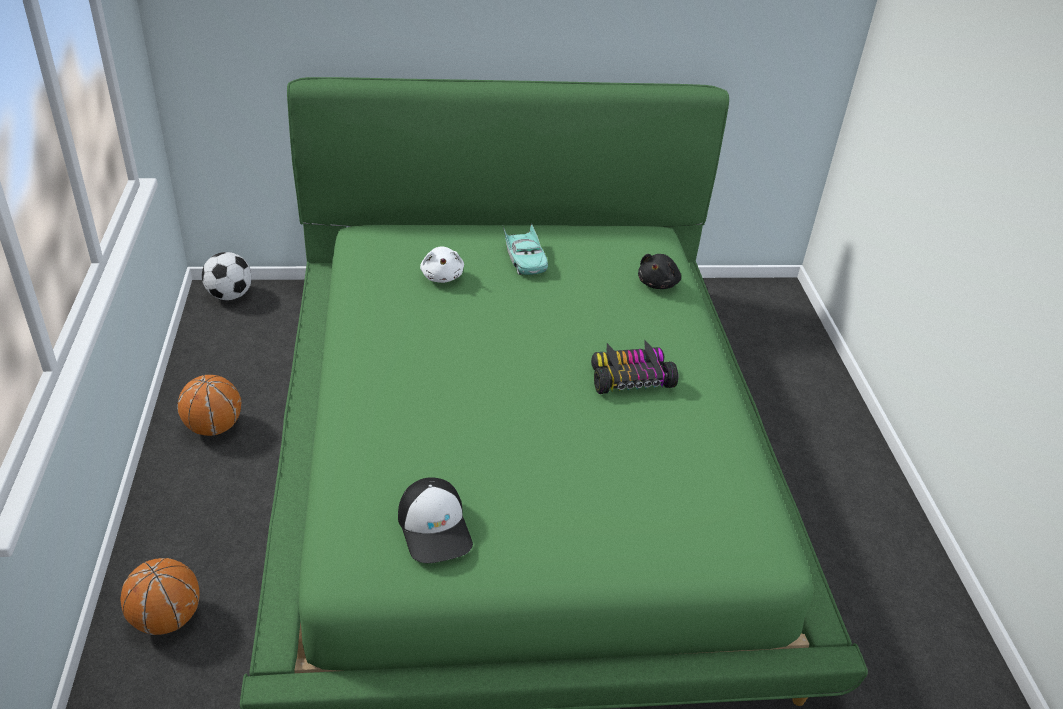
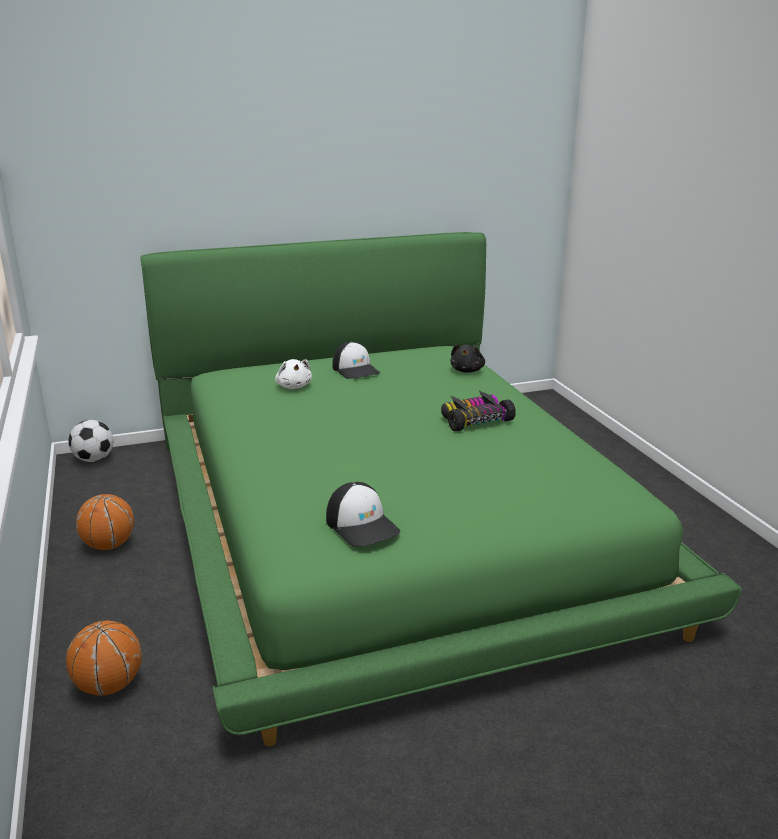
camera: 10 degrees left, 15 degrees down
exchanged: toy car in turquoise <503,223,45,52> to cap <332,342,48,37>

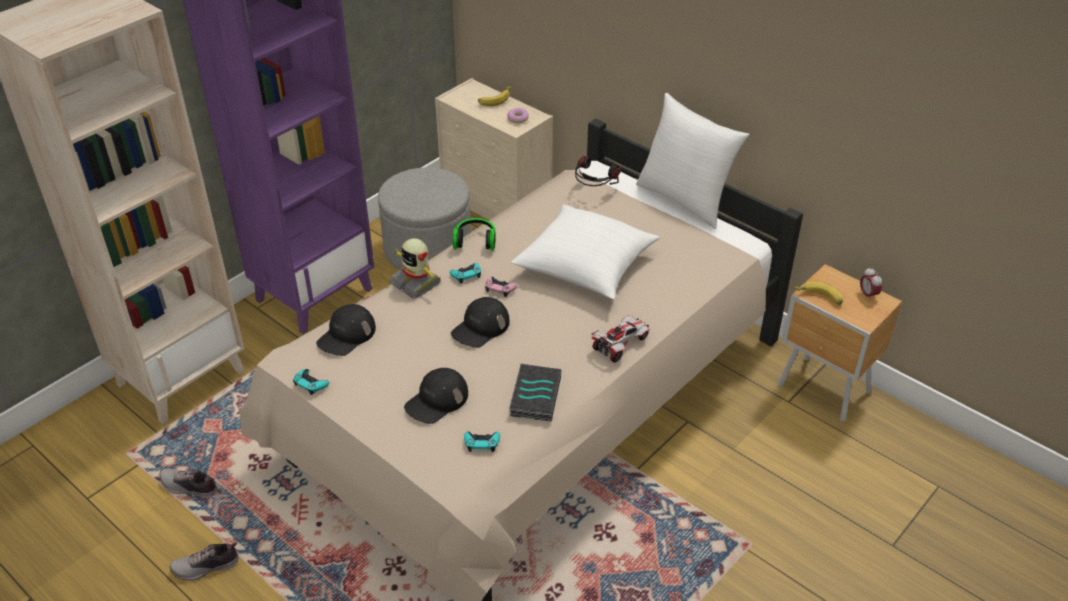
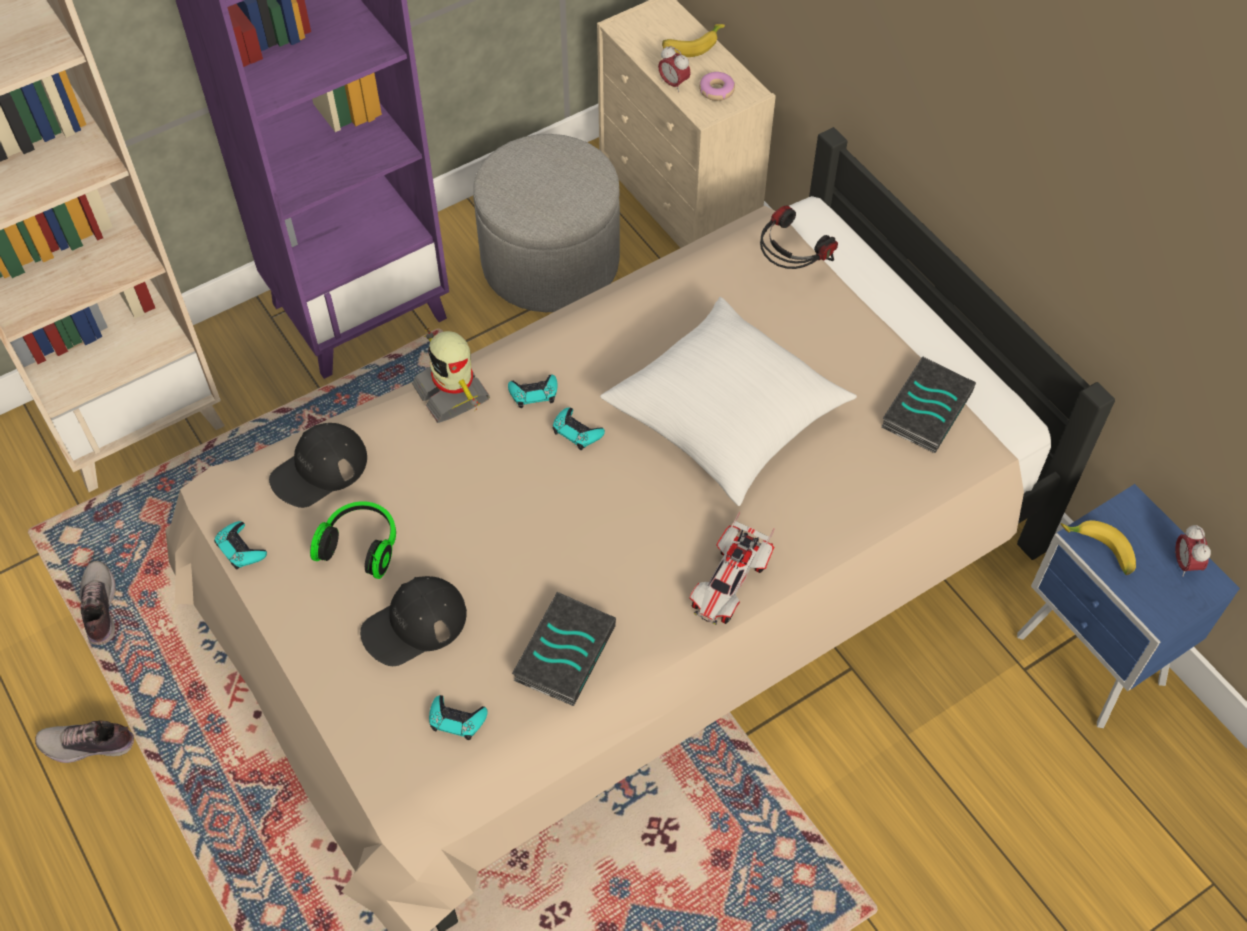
camera: 15 degrees right, 15 degrees up
missing: cap in black <451,297,58,51>; pillow in white <636,93,113,136>
appeared: alarm clock <658,46,33,46>; book <881,356,95,97>
relocated: headphones <453,218,43,32> to <310,501,86,78>
colour: game controller in pink <485,277,32,20> to game controller in turquoise <552,408,53,42>; nightstand in brown <777,264,125,158> to nightstand in blue <1017,484,223,244>
spun: shoe <159,468,59,30> = <80,561,36,84> 45 degrees clockwise; toy car <591,315,59,48> = <689,512,86,113> 150 degrees clockwise

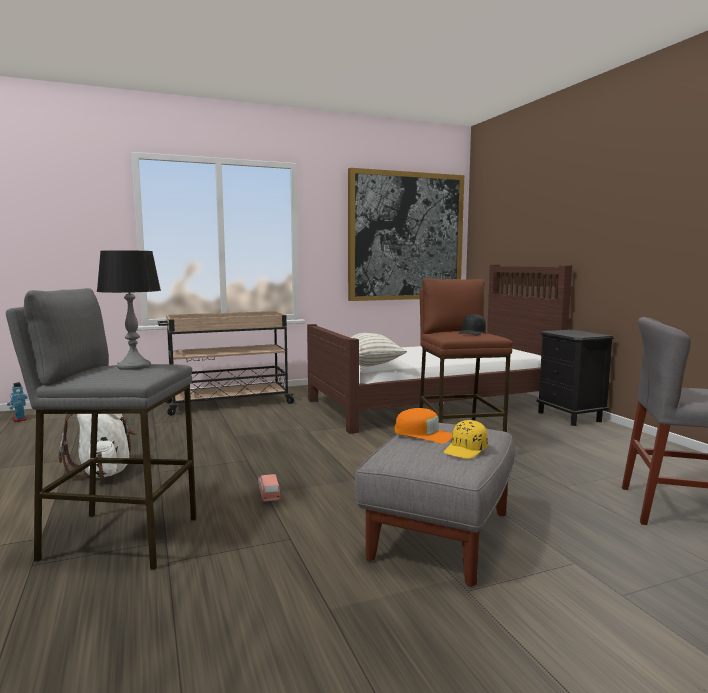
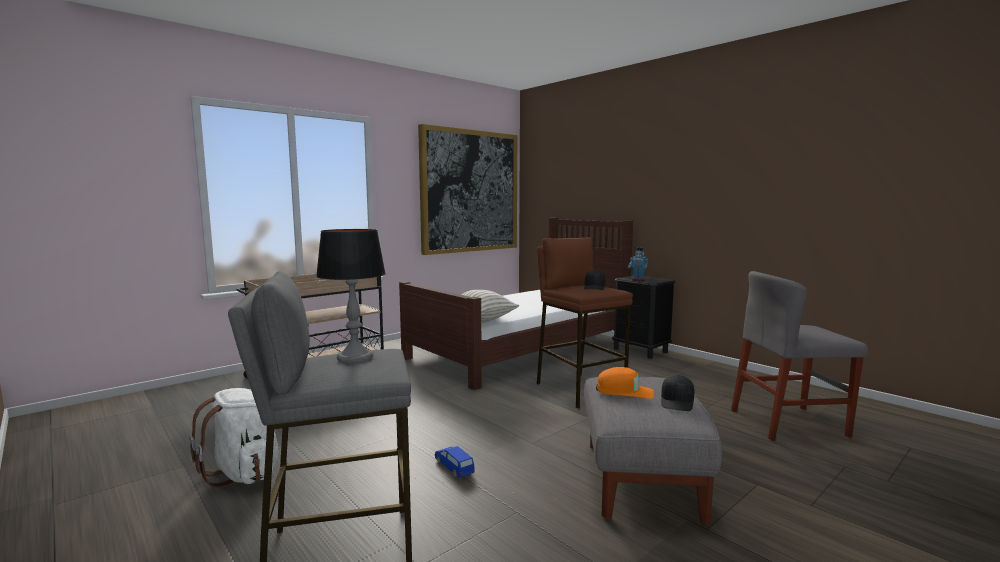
camera: 20 degrees left, 0 degrees up
relocated: toy robot <7,382,21,40> to <628,247,21,34>
colour: toy car in pink <258,474,23,28> to toy car in blue <435,446,40,32>; cap in yellow <444,420,44,39> to cap in black <661,375,34,36>

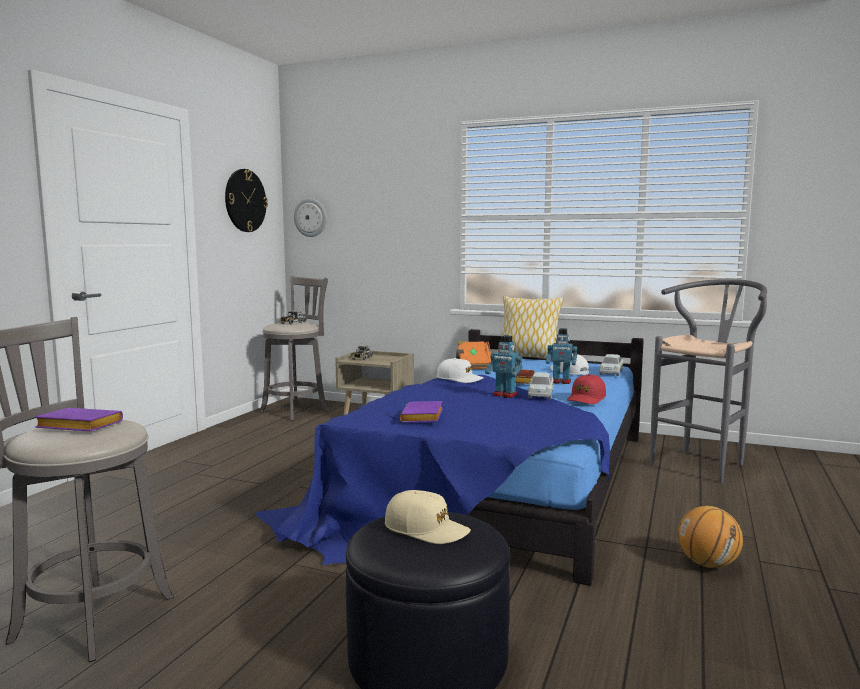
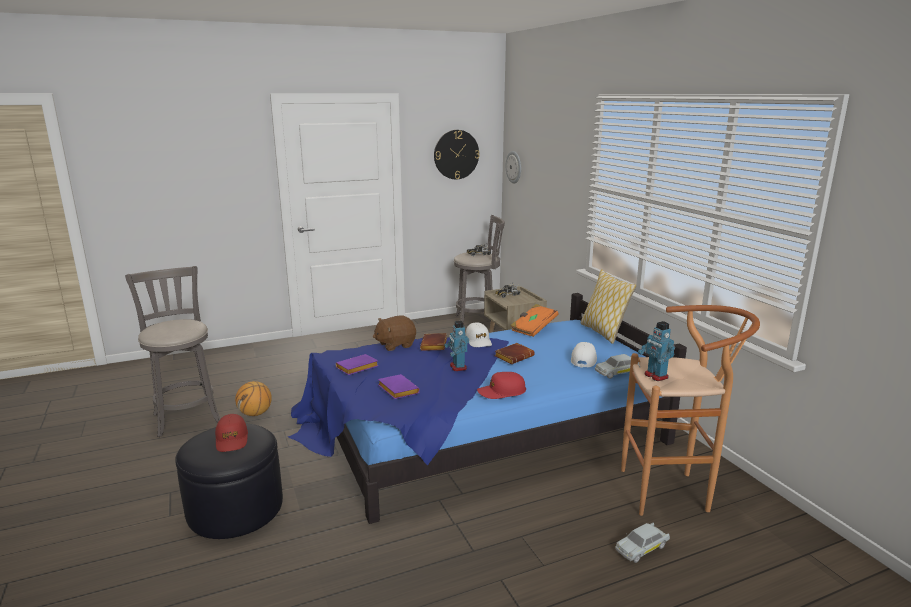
camera: 45 degrees right, 10 degrees up
appeared: plush toy in brown <373,316,43,35>; book in brown <420,333,27,18>
relocated: book in purple <35,408,88,23> to <378,374,42,25>; toy car in white <528,372,26,27> to <615,523,55,40>; toy robot <546,328,31,56> to <638,321,37,60>; basketball <678,506,65,62> to <235,381,37,35>
colour: cap in beige <385,490,86,54> to cap in red <215,414,33,38>; stool in grey <650,279,117,204> to stool in brown <621,305,139,211>

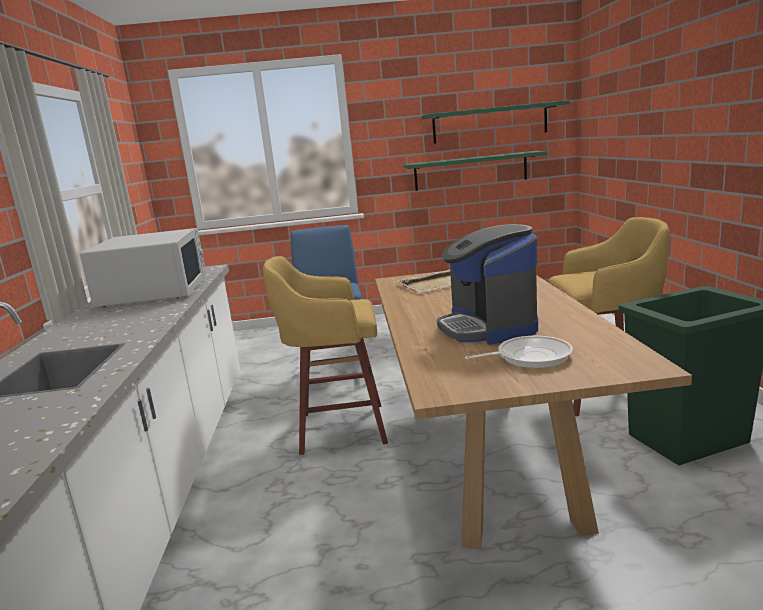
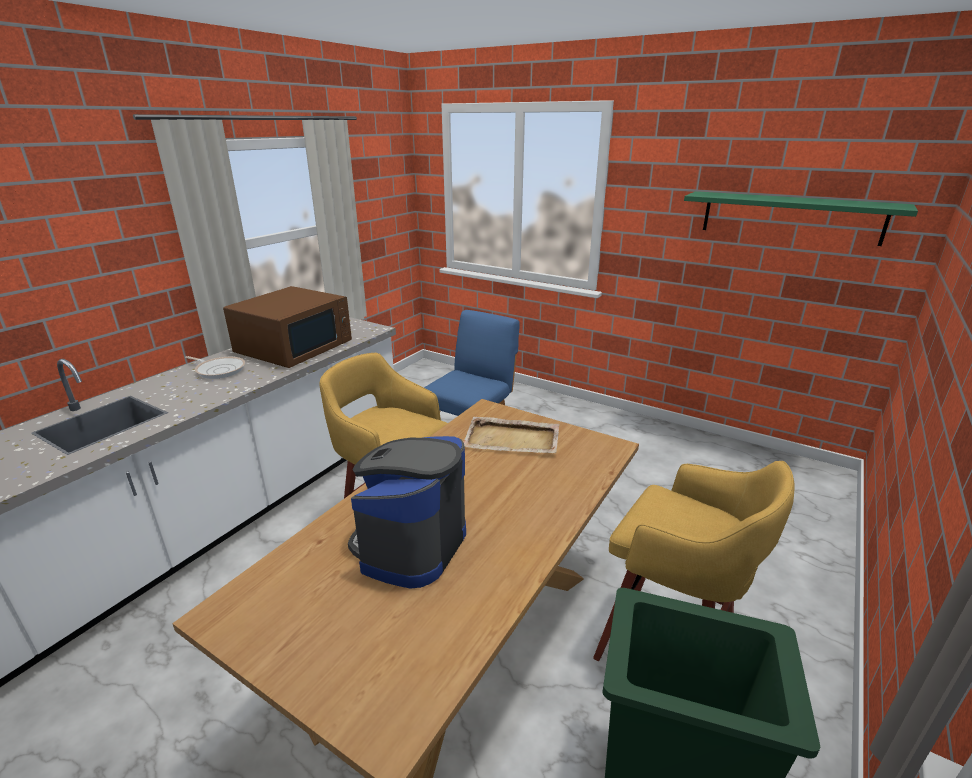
camera: 35 degrees right, 10 degrees up
missing: shelf in green <403,151,144,40>
relocated: frying pan <465,336,108,32> to <185,356,60,23>
colour: microwave in white <80,228,126,80> to microwave in brown <223,286,129,82>

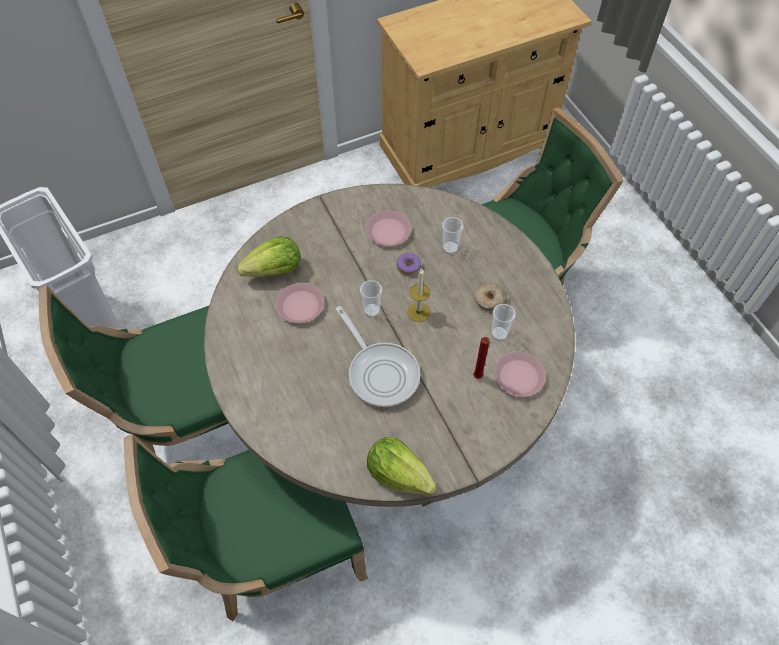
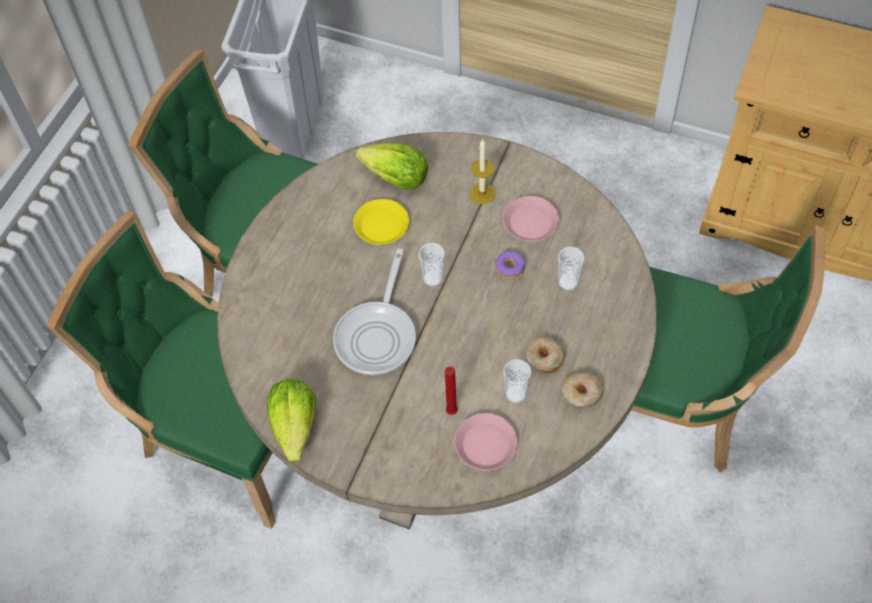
camera: 50 degrees right, 0 degrees up
appeared: donut <562,373,41,35>
relocated: candle <407,268,23,54> to <469,138,26,66>
colour: plate in pink <276,283,48,40> to plate in yellow <353,199,56,46>

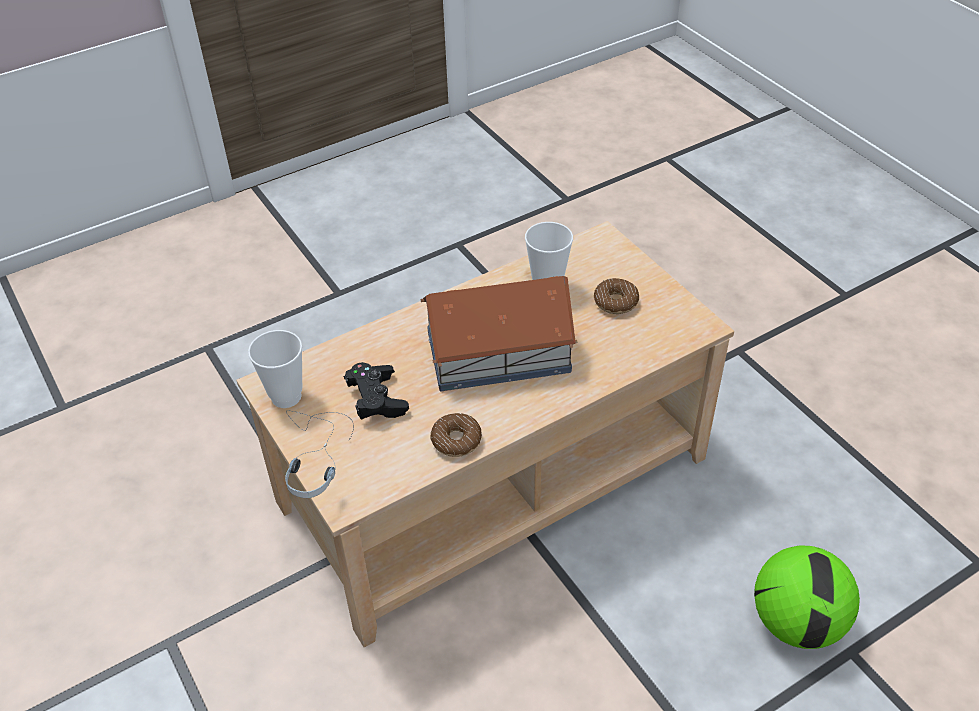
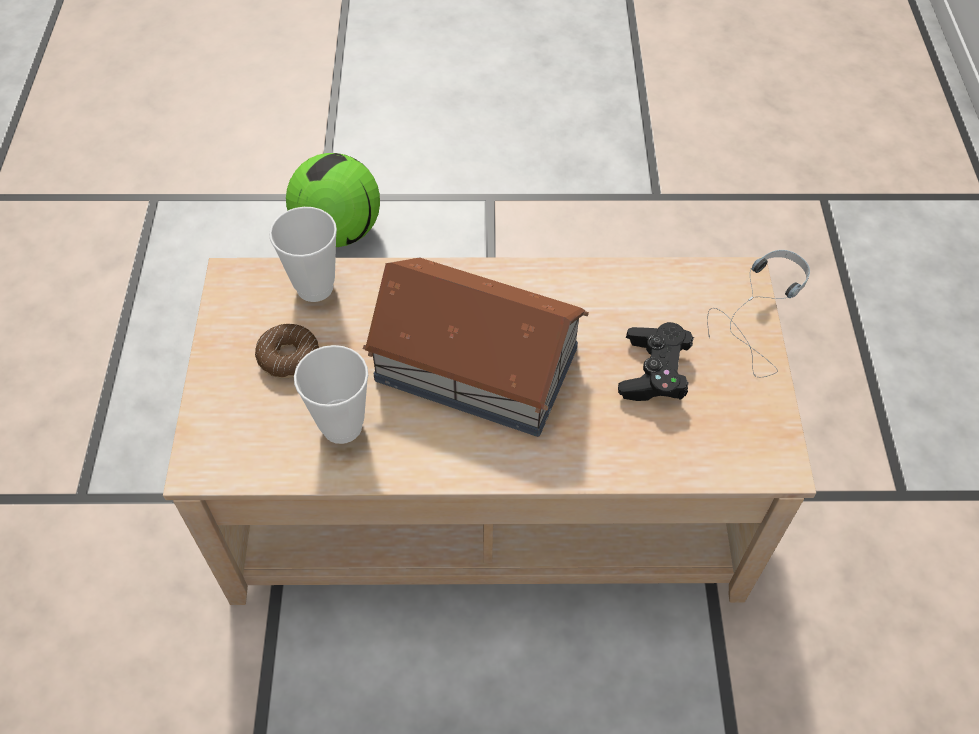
camera: 150 degrees left, 10 degrees up
missing: donut <430,413,52,44>
relocated: cup <248,330,54,78> to <269,207,68,95>

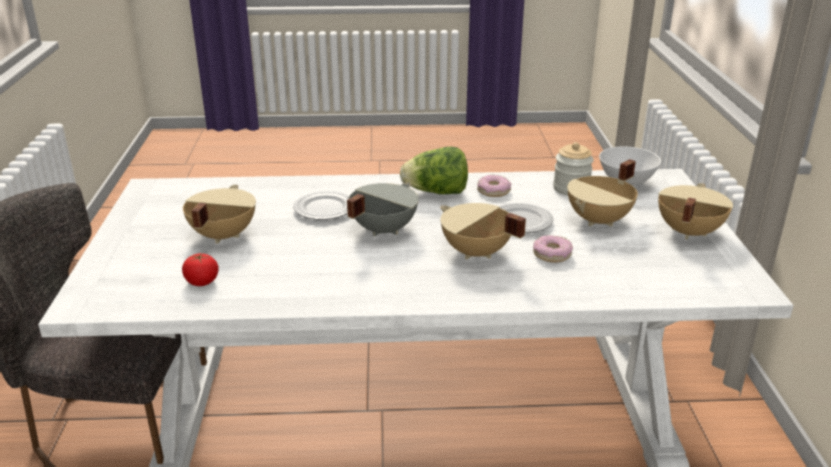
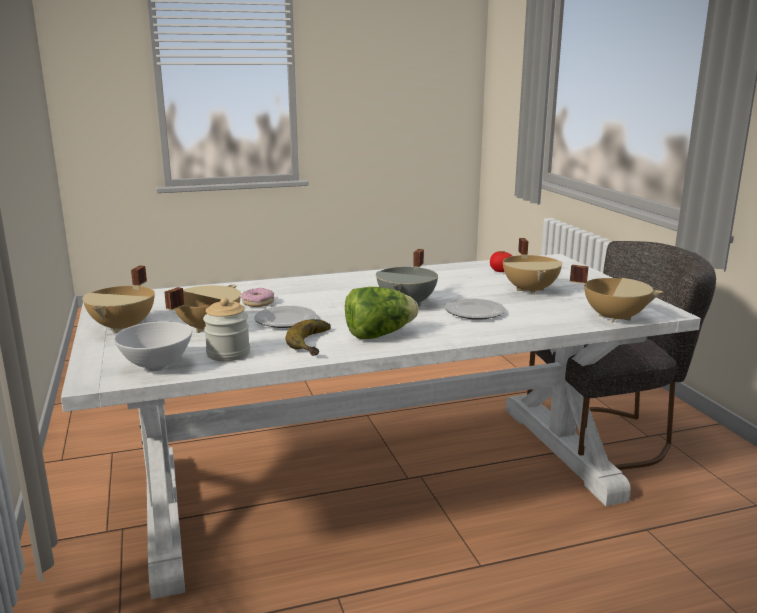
camera: 165 degrees right, 10 degrees down
relocated: cooking pot in beige <440,203,86,56> to <570,265,92,58>
exchanged: donut <477,175,35,22> to banana <286,319,45,37>

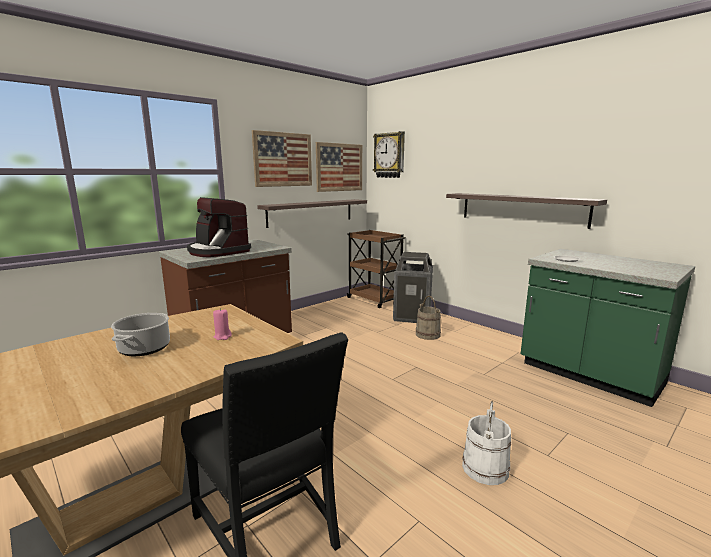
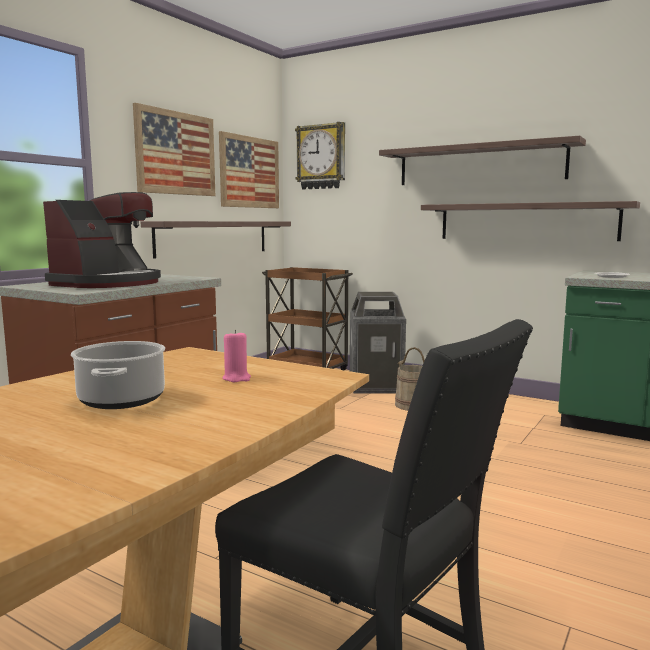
camera: 15 degrees left, 5 degrees down
missing: bucket in white <462,401,49,84>
appeared: shelf <379,136,207,49>
spun: coffee machine <187,197,64,60> = <43,192,118,96> 90 degrees counterclockwise

